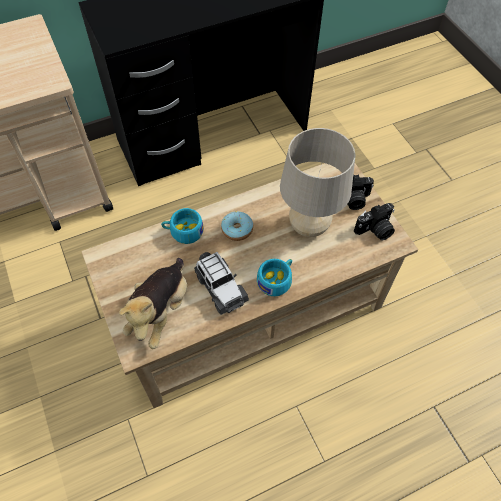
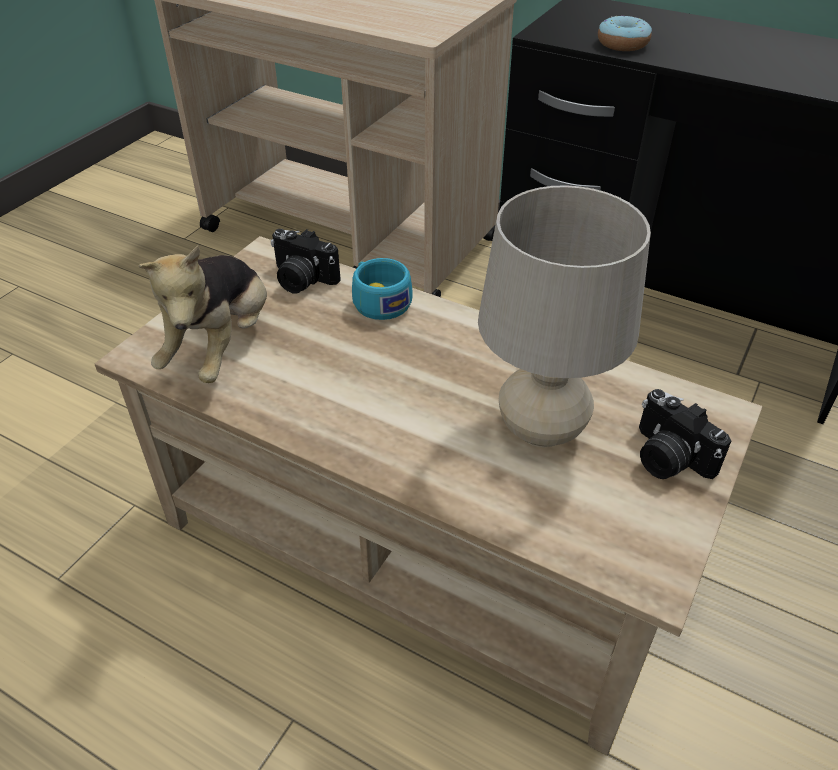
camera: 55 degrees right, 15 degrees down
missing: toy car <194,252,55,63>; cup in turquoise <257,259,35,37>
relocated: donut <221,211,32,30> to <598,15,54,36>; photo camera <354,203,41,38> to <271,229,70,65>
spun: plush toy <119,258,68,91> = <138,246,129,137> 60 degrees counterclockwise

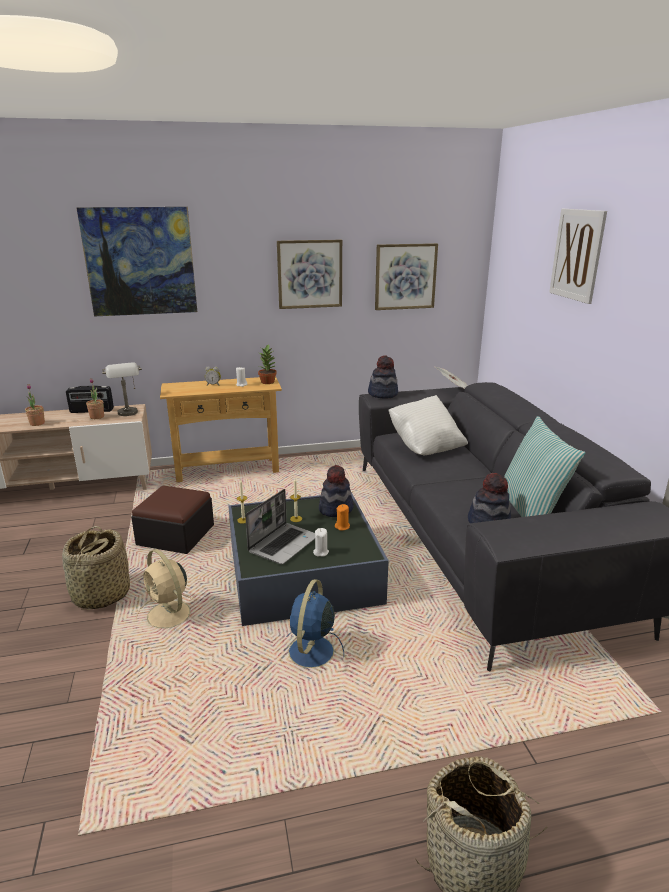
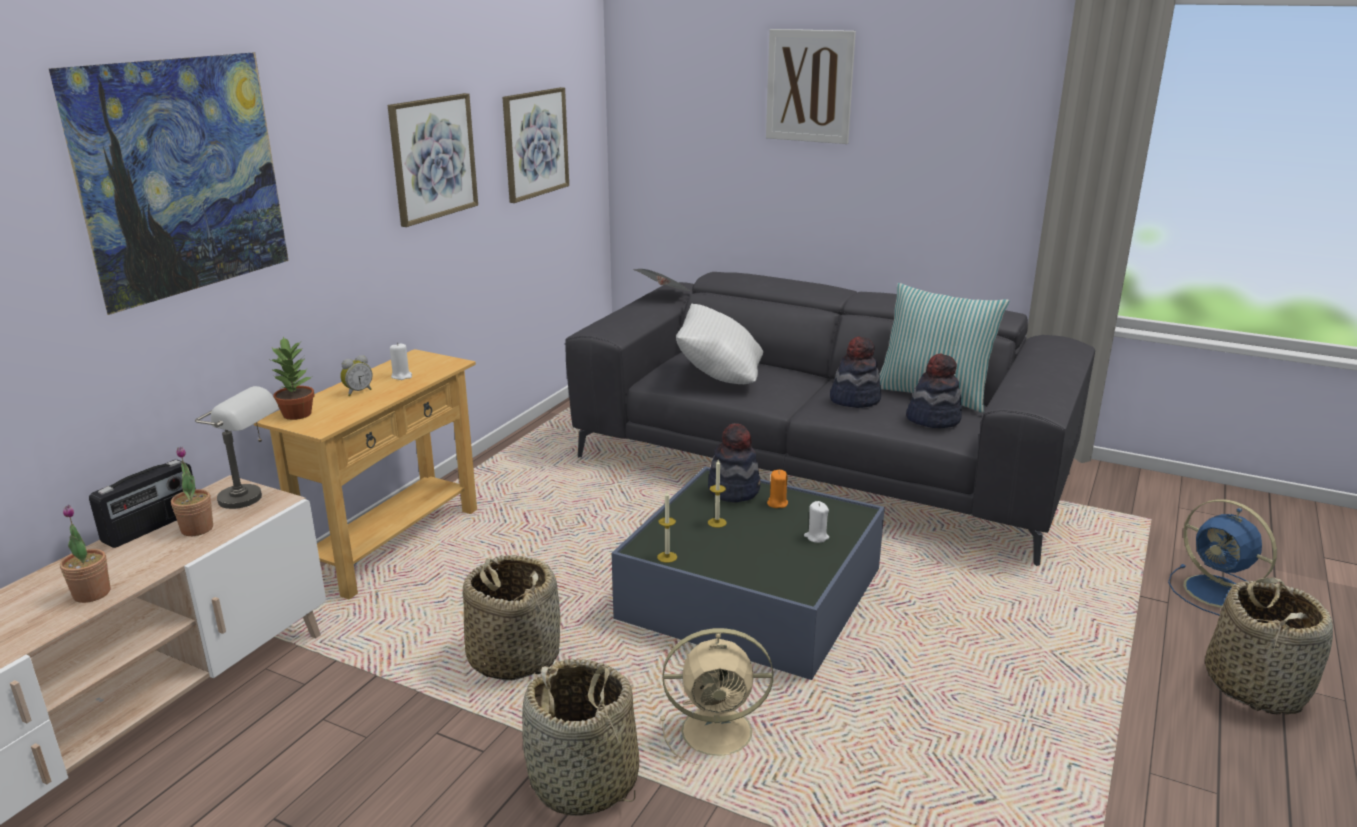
camera: 50 degrees left, 0 degrees up
missing: laptop <245,489,70,75>
relocated: potted plant <258,345,19,39> to <271,337,44,83>; fan in blue <286,579,58,100> to <1168,499,109,117>; hat <368,355,30,44> to <830,337,51,71>
exchanged: ottoman <131,486,83,68> to basket <463,555,97,125>

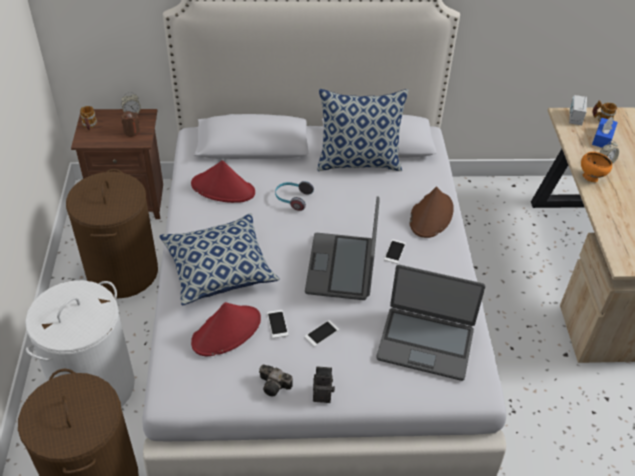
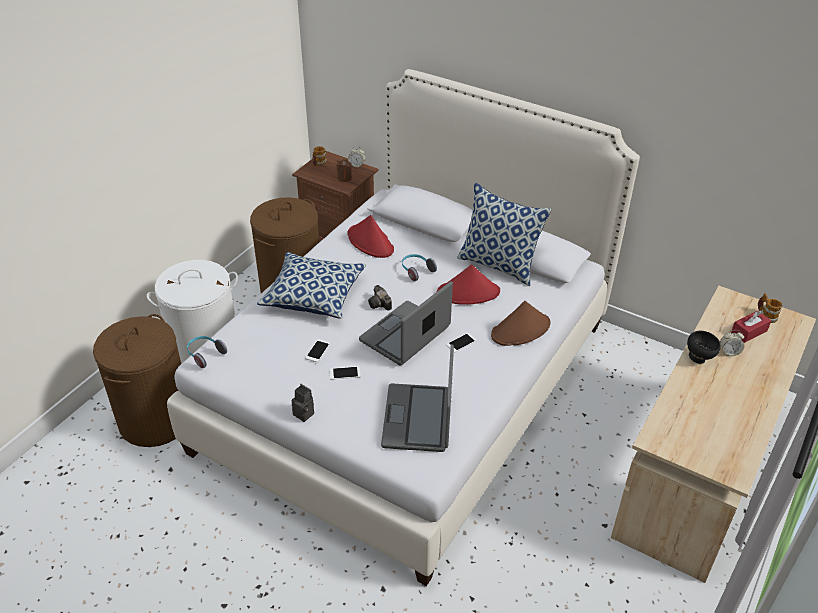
camera: 35 degrees right, 5 degrees down
missing: radio <569,95,18,30>
appeared: headphones <187,336,40,32>
relocated: hat in red <191,302,70,54> to <437,264,63,41>; photo camera <259,364,34,32> to <368,285,24,26>
colour: bowl in orange <581,152,31,30> to bowl in black <687,330,34,34>; tissue box in blue <592,116,26,32> to tissue box in red <731,311,40,32>
spun: laptop <376,265,109,116> = <381,344,73,108> 45 degrees clockwise

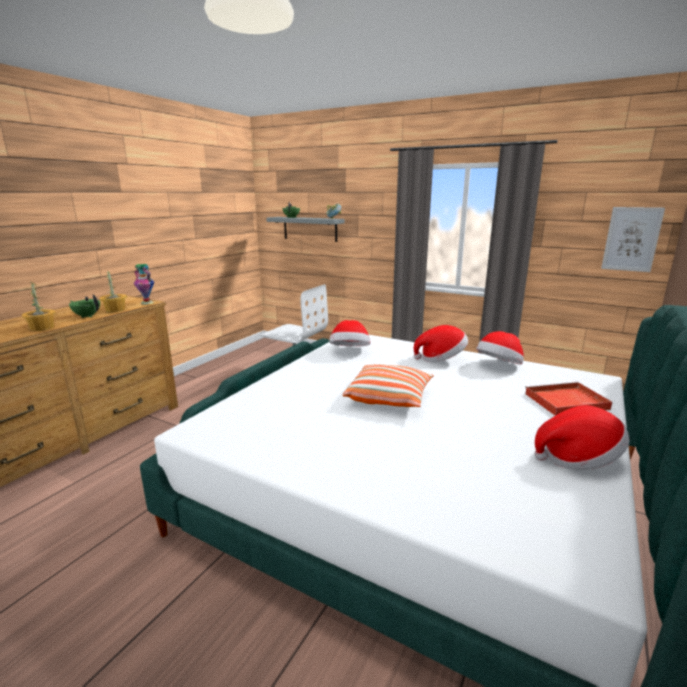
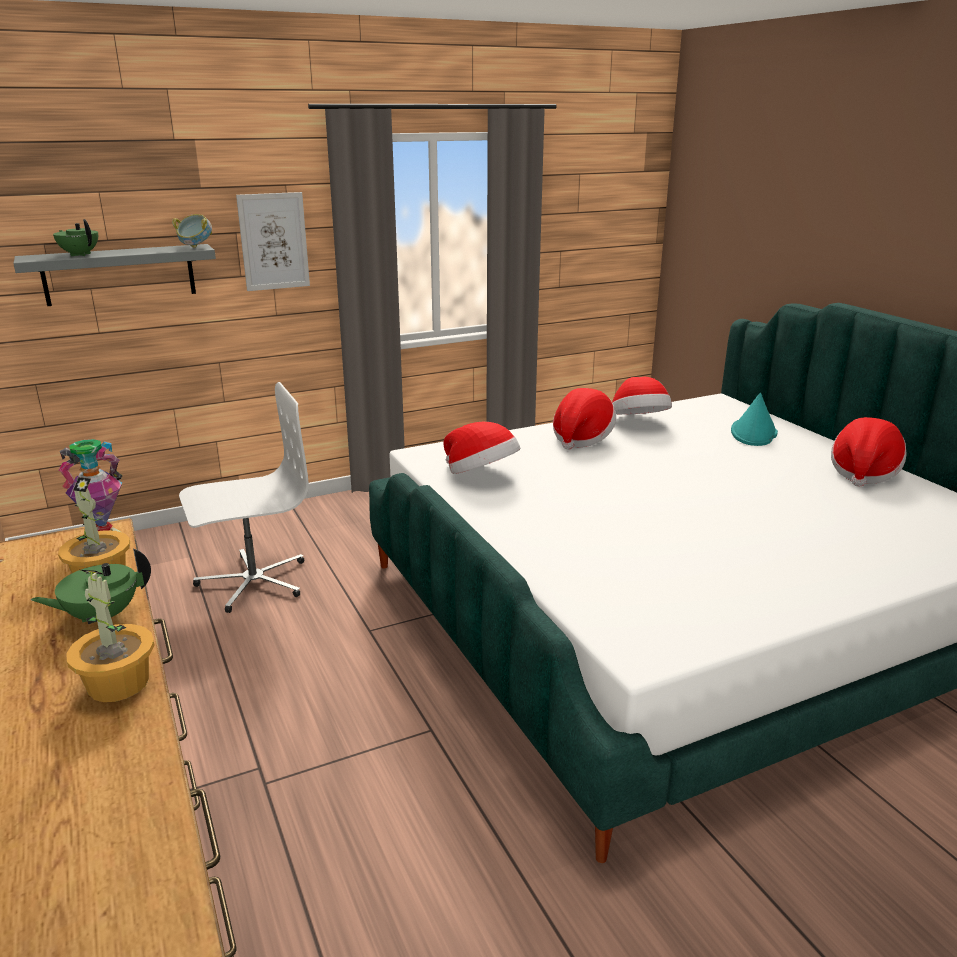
camera: 55 degrees left, 5 degrees up
missing: pillow <343,364,91,43>
relocated: picture <601,207,64,65> to <236,192,74,99>
exchanged: tray in red <525,381,87,35> to hat in turquoise <731,393,47,53>

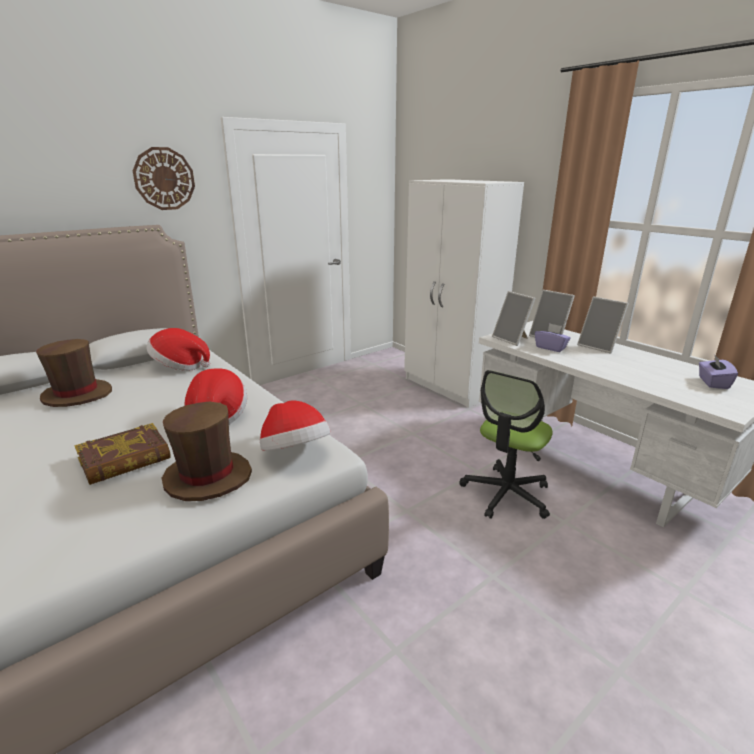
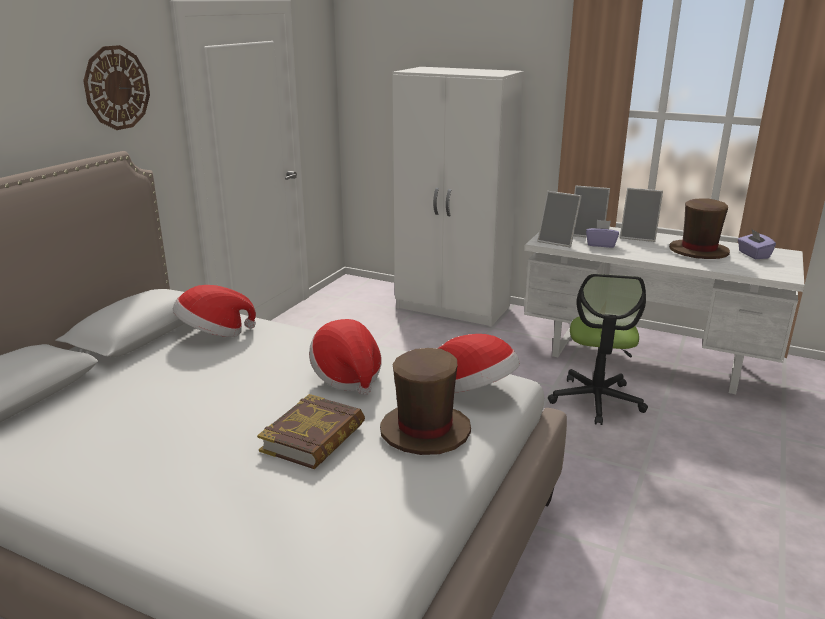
camera: 25 degrees left, 0 degrees up
relocated: hat in brown <36,339,76,68> to <669,198,61,61>

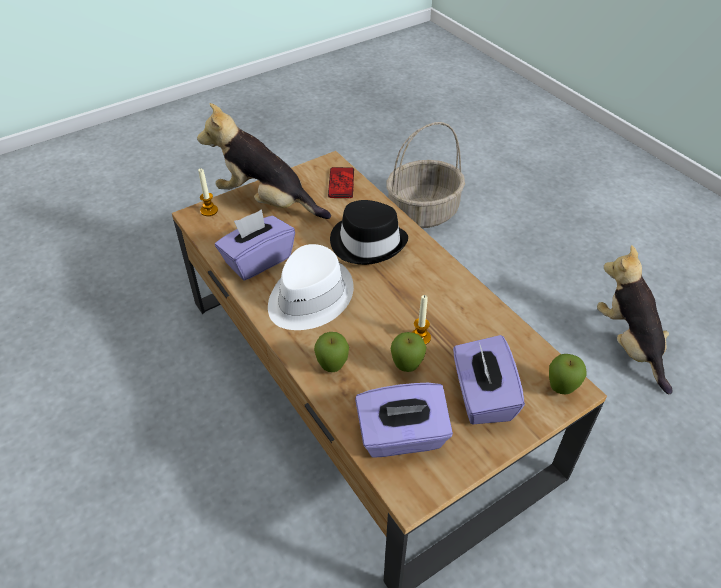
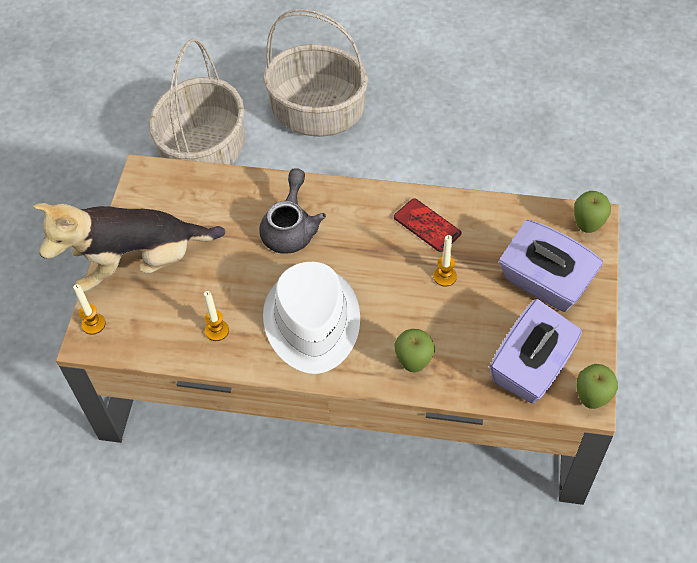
camera: 45 degrees left, 10 degrees up
missing: plush toy <597,245,75,149>
appeared: basket <263,9,105,128>
relocated: phone <328,167,26,31> to <394,198,67,54>; apple <390,332,36,40> to <577,364,41,45>
exchanged: tissue box in purple <215,209,80,71> to candle <204,291,25,50>; hat in black <330,200,78,65> to teapot in grey <259,168,67,86>

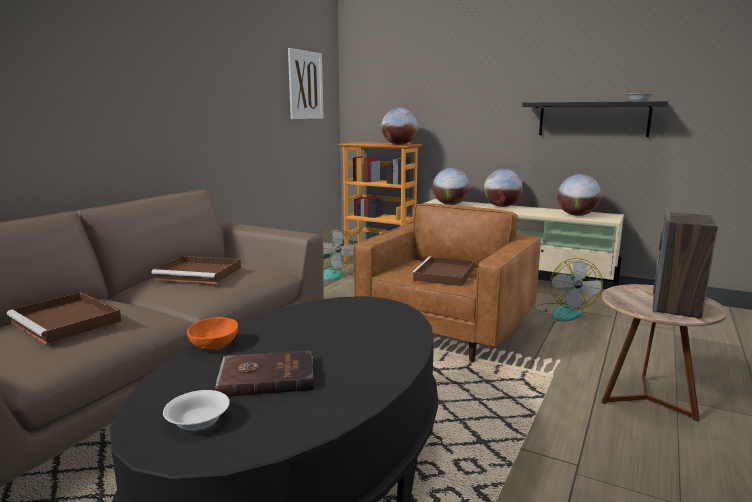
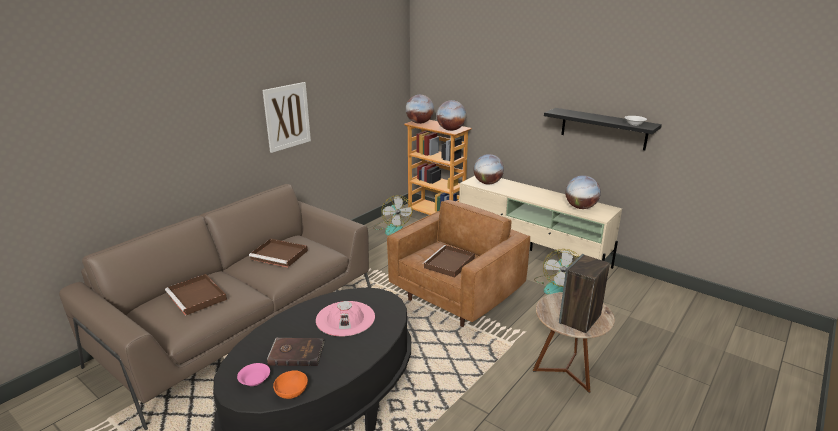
camera: 10 degrees right, 10 degrees up
appeared: hat in pink <316,301,59,35>
relocated: bowl in orange <187,317,51,33> to <273,370,35,29>; picture <288,48,36,71> to <263,82,48,71>; globe <483,169,39,38> to <406,95,28,29>
colour: bowl in white <163,390,67,41> to bowl in pink <237,363,33,23>

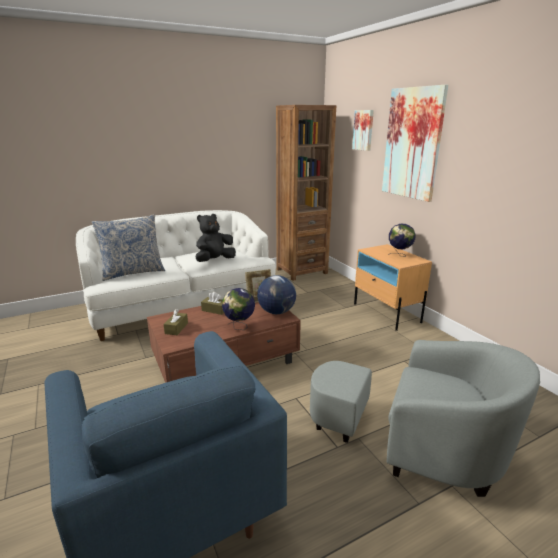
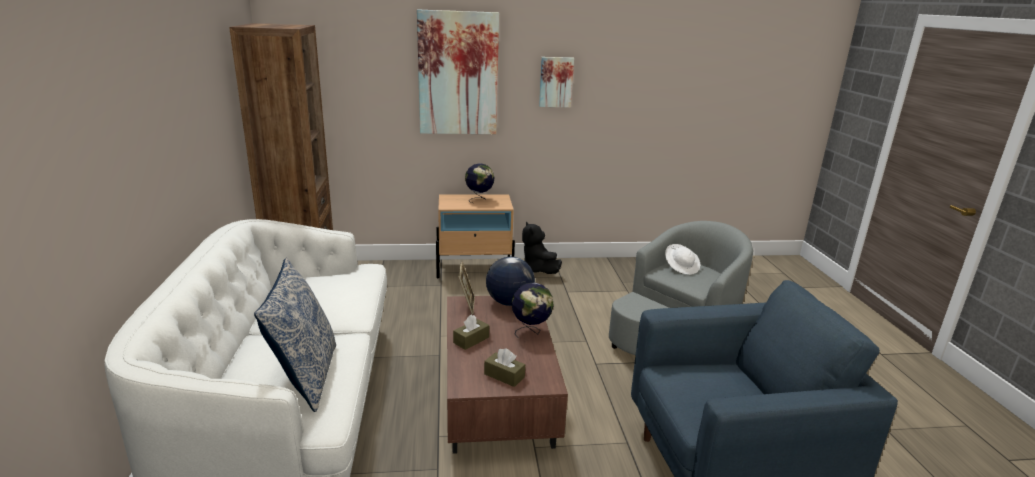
camera: 70 degrees left, 0 degrees up
appeared: hat in white <665,244,35,31>
relocated: plush toy in black <196,214,40,48> to <522,222,40,52>; picture <352,110,22,41> to <539,57,35,51>

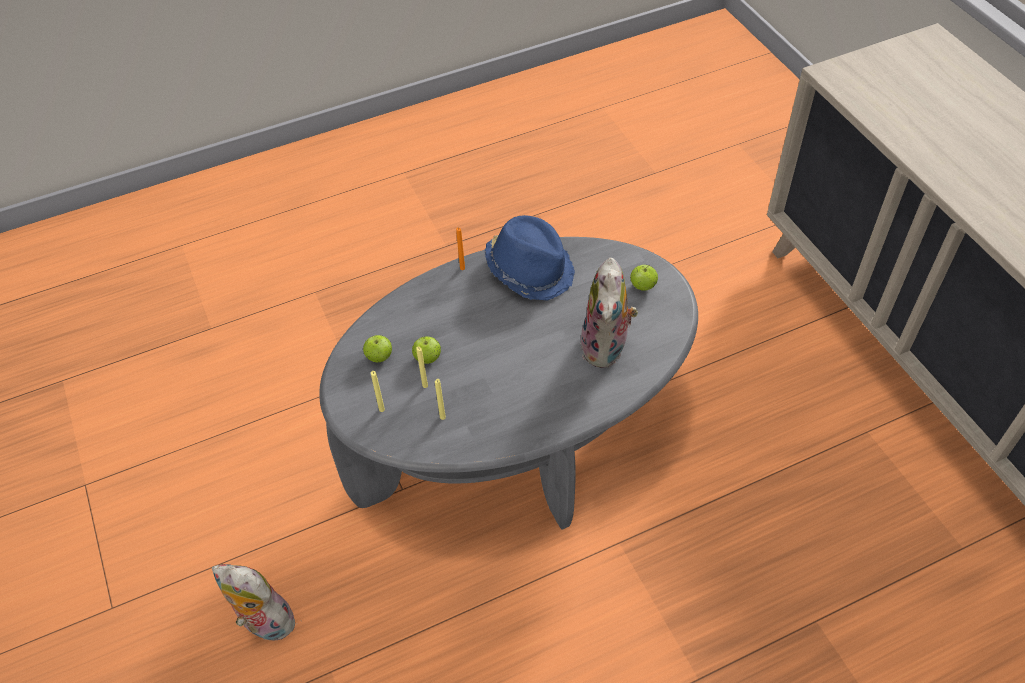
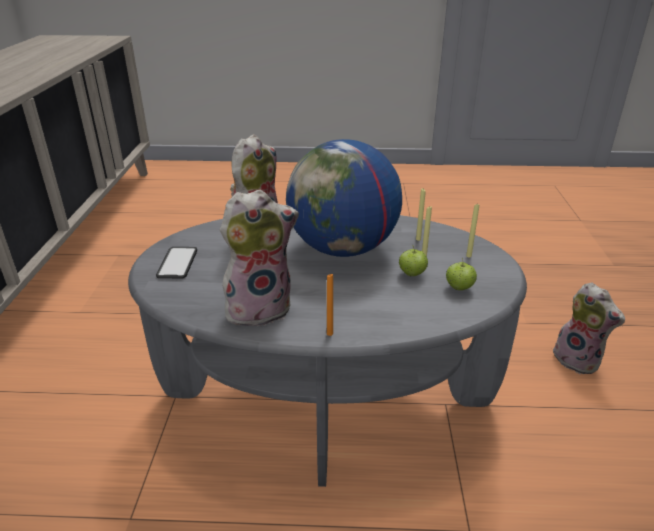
camera: 155 degrees left, 20 degrees down
appeared: globe <286,139,116,118>
exchanged: hat in blue <485,215,90,85> to plush toy <220,189,79,138>; apple <630,265,28,26> to phone <156,247,41,32>

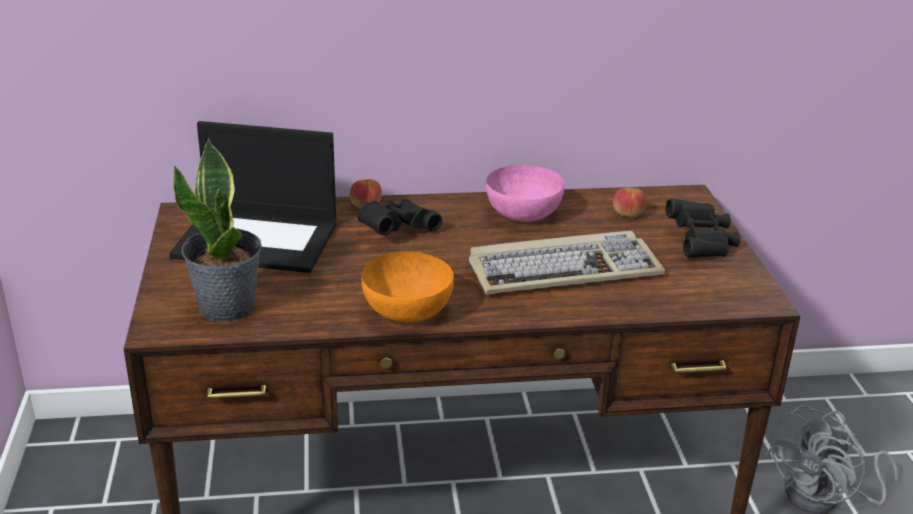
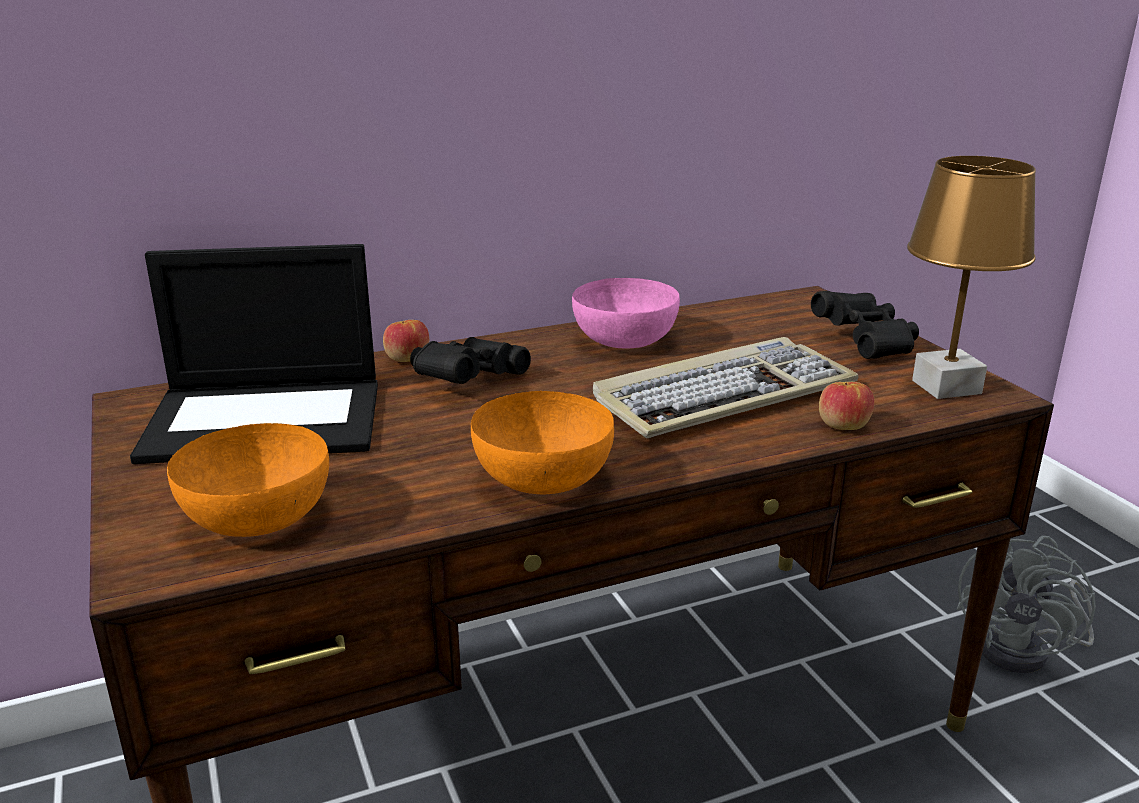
camera: 15 degrees left, 5 degrees down
appeared: table lamp in brown <907,156,129,243>
relocated: apple <613,188,33,30> to <819,382,55,48>
exchanged: potted plant <173,138,89,184> to bowl in orange <167,423,162,114>

